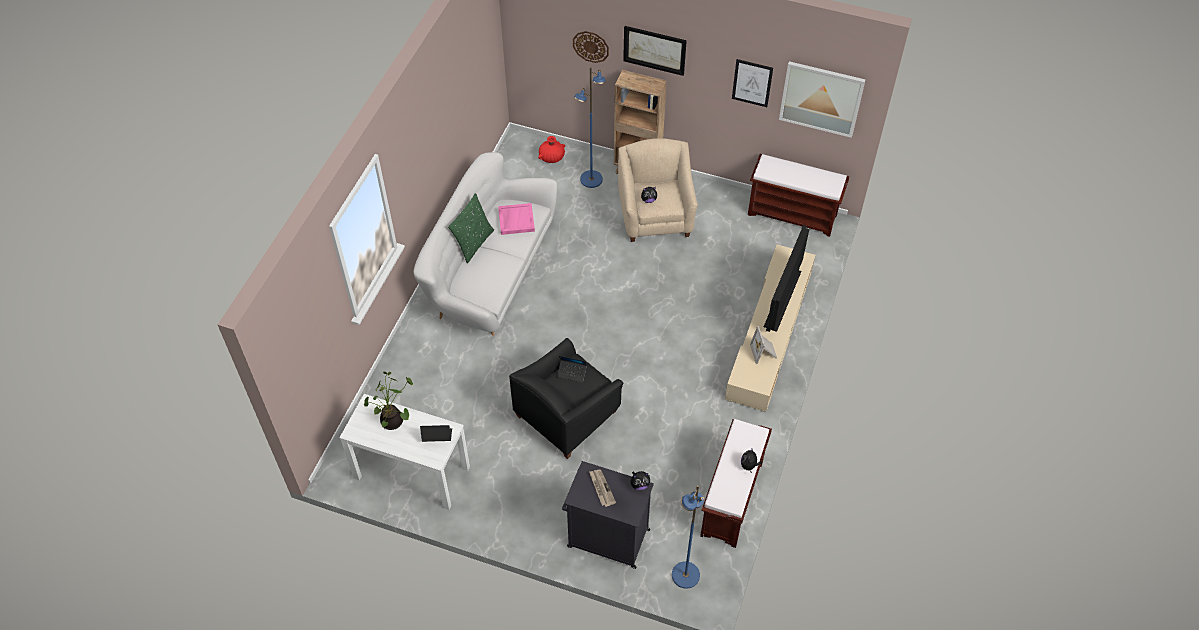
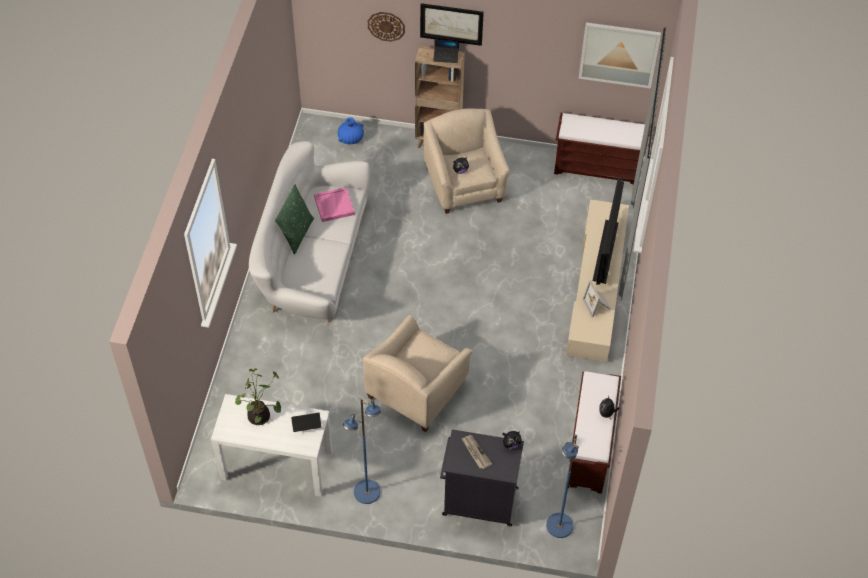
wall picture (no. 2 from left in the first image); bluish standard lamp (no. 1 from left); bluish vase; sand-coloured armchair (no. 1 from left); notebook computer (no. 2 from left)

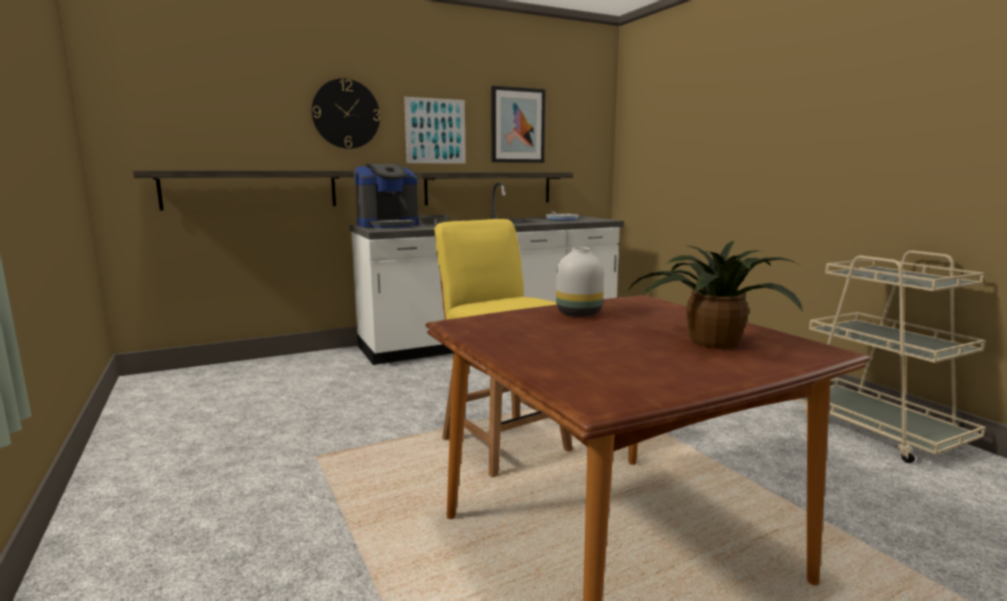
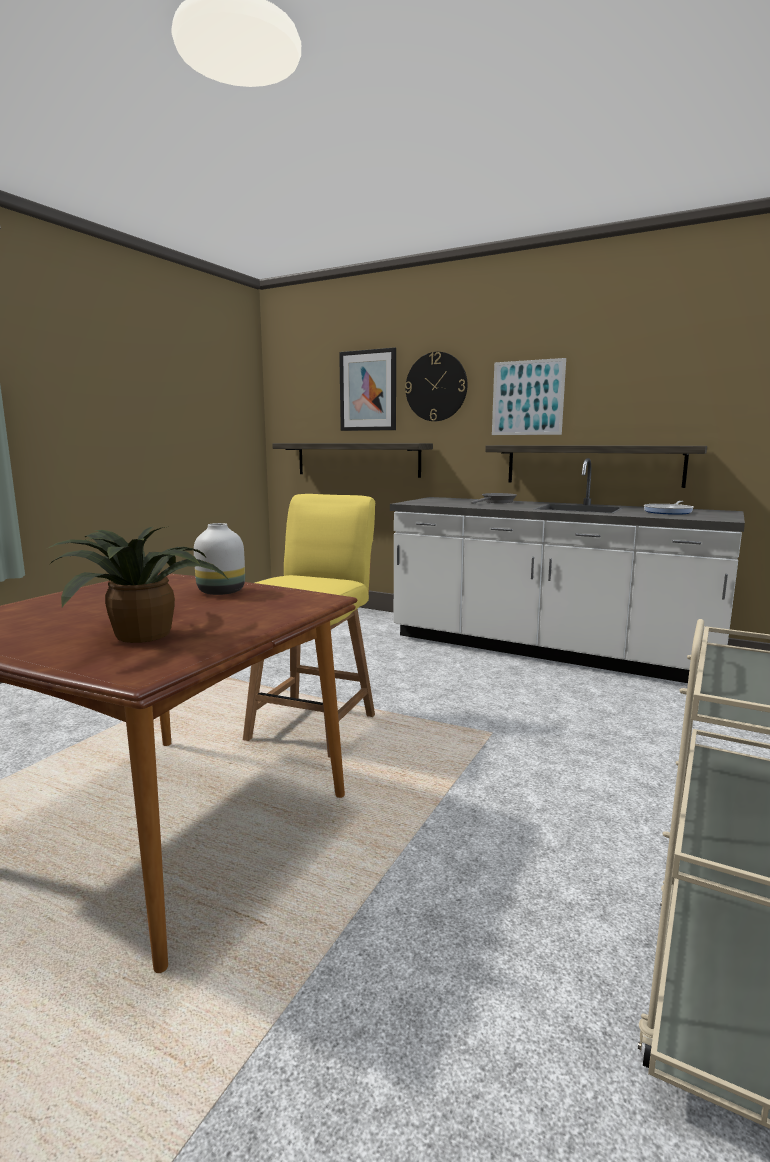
wall picture (no. 1 from left); coffee maker

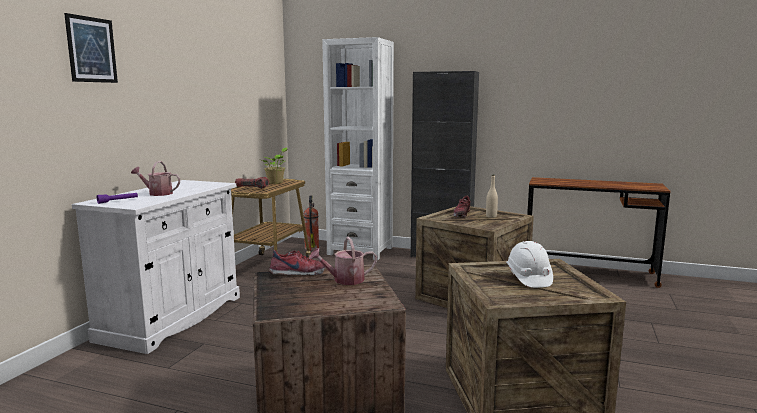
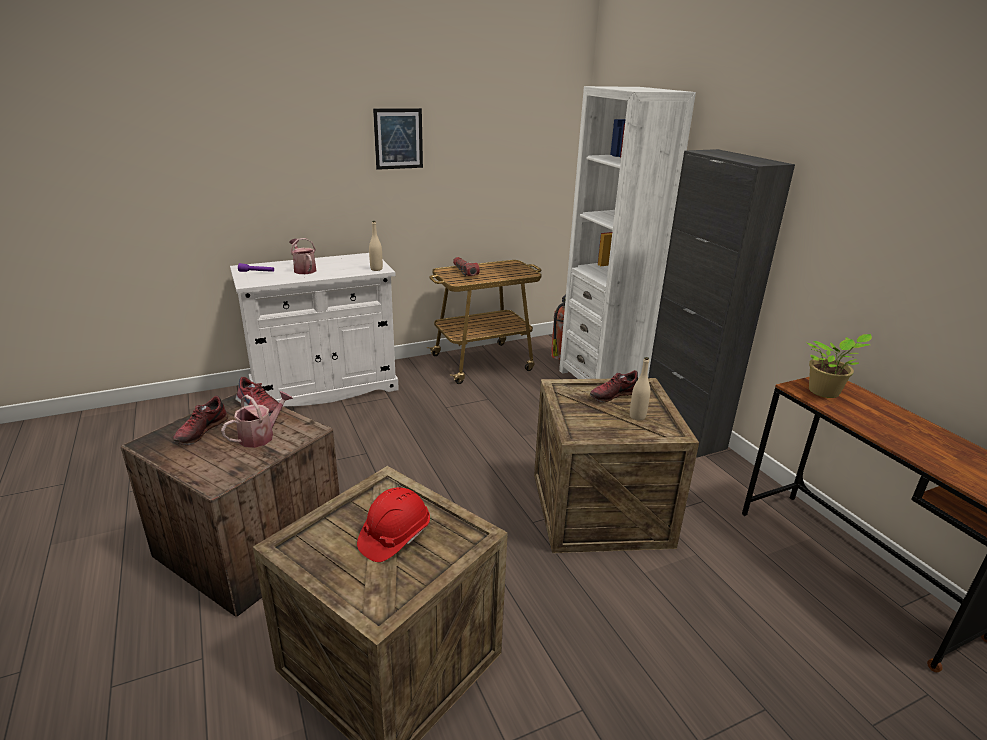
wall picture; potted plant; sprinkling can (no. 1 from left); red safety helmet; sand-coloured drink bottle (no. 1 from left); shoe (no. 1 from left)

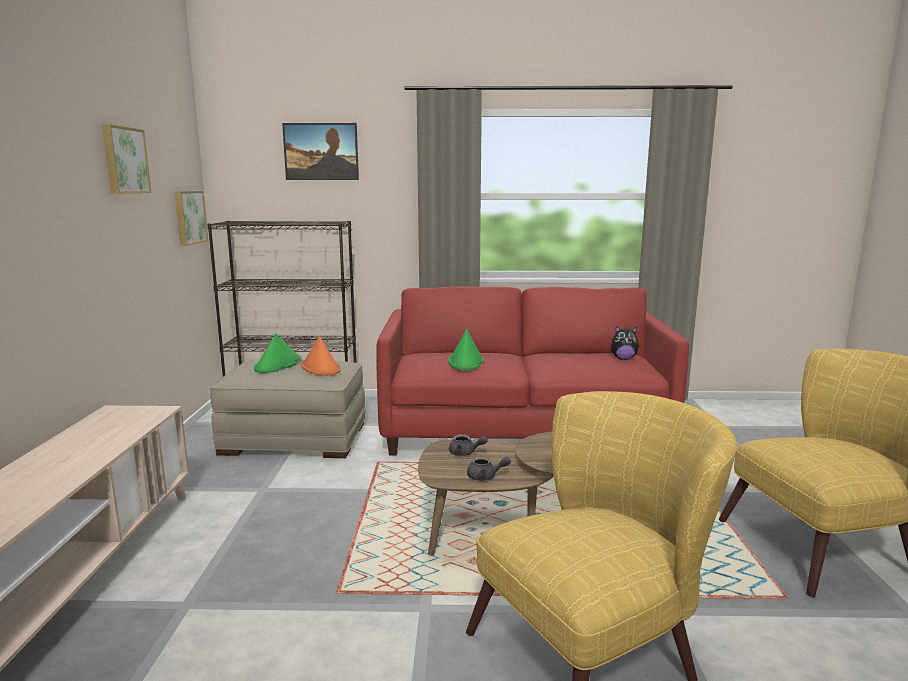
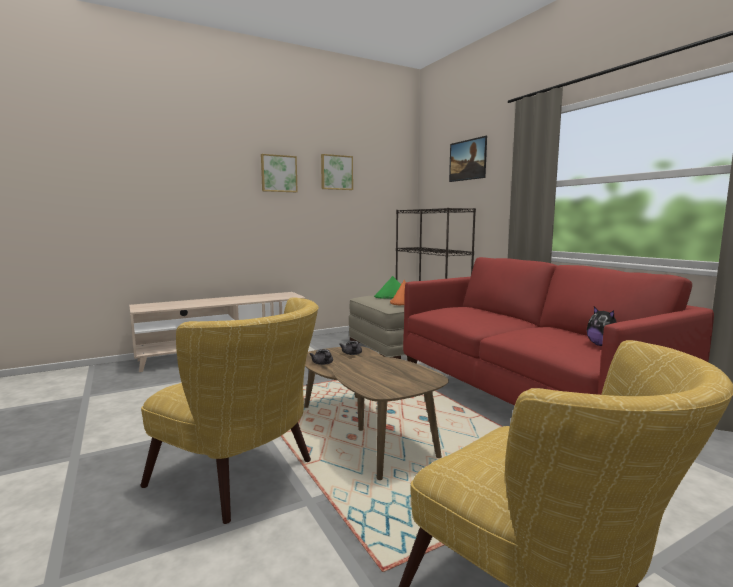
wall picture (no. 1 from left); green-coloured clothing hat (no. 2 from left in the first image)

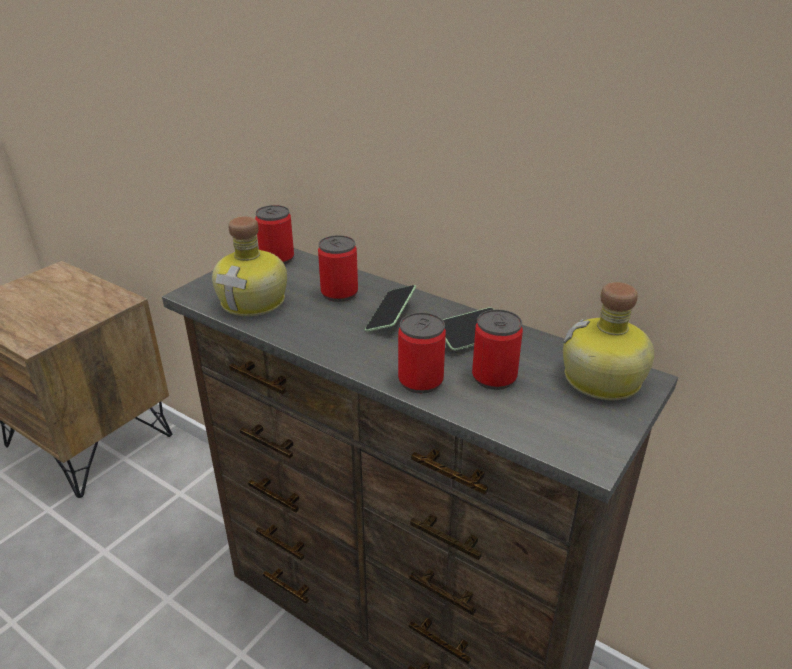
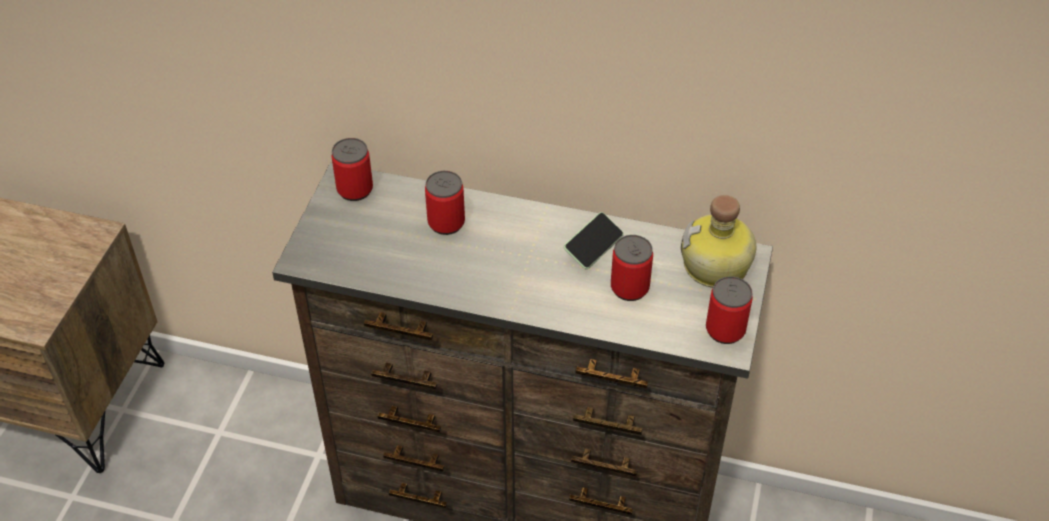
drink bottle (no. 1 from left in the first image); phone (no. 1 from left in the first image); sealed can (no. 4 from left)

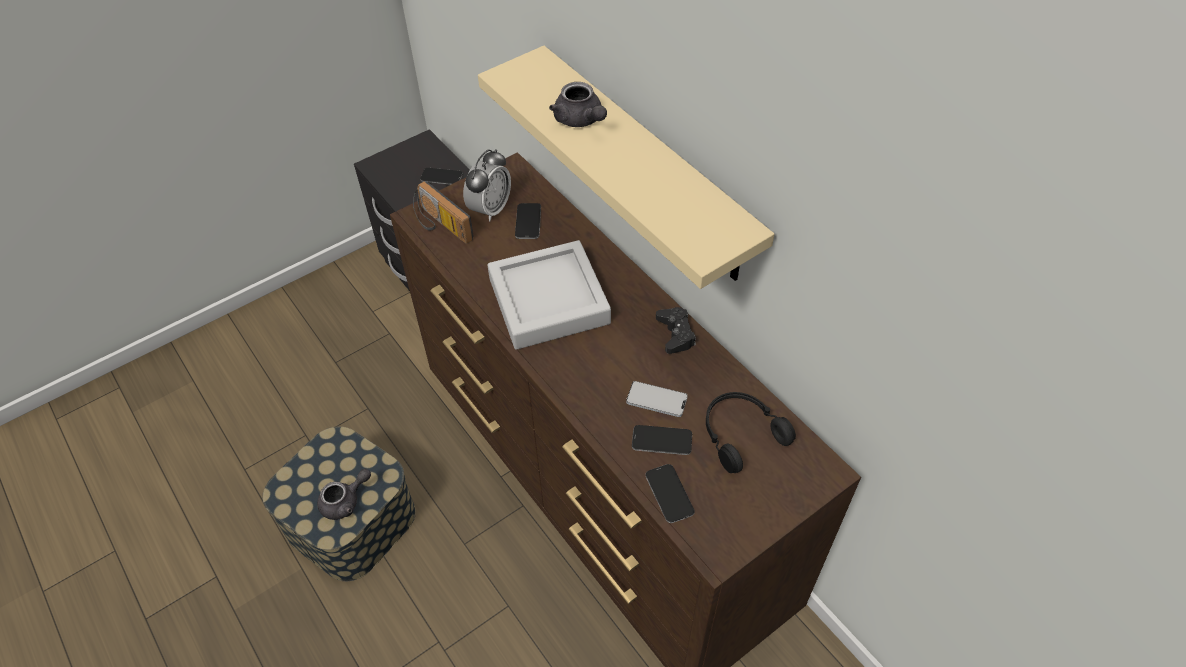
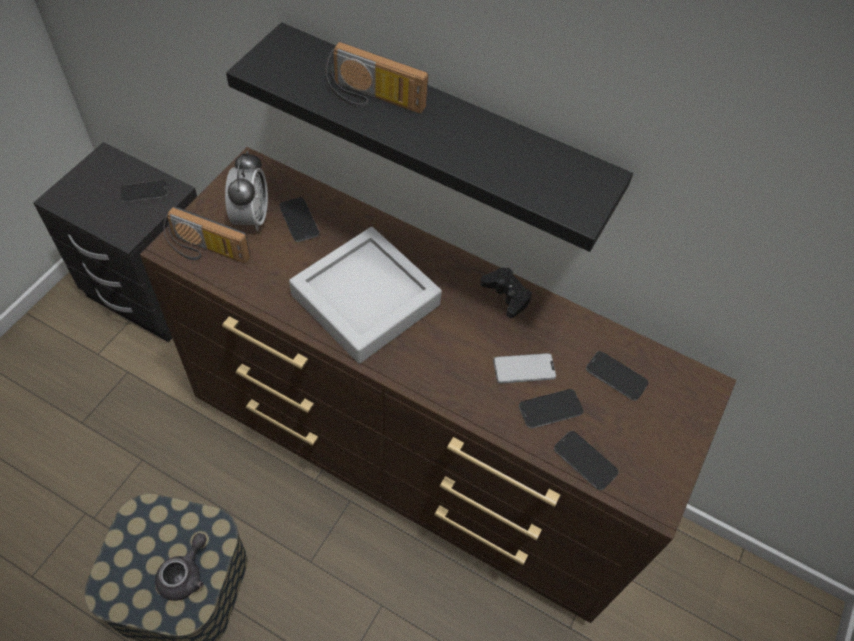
black bracket shelf; radio (no. 2 from left); phone (no. 6 from left)

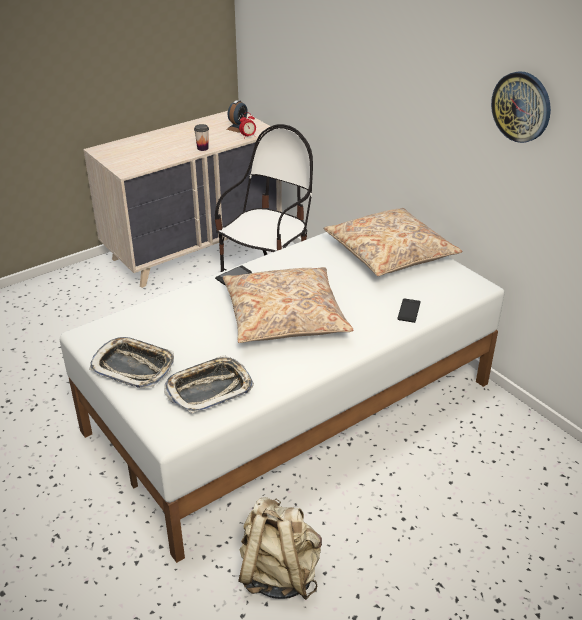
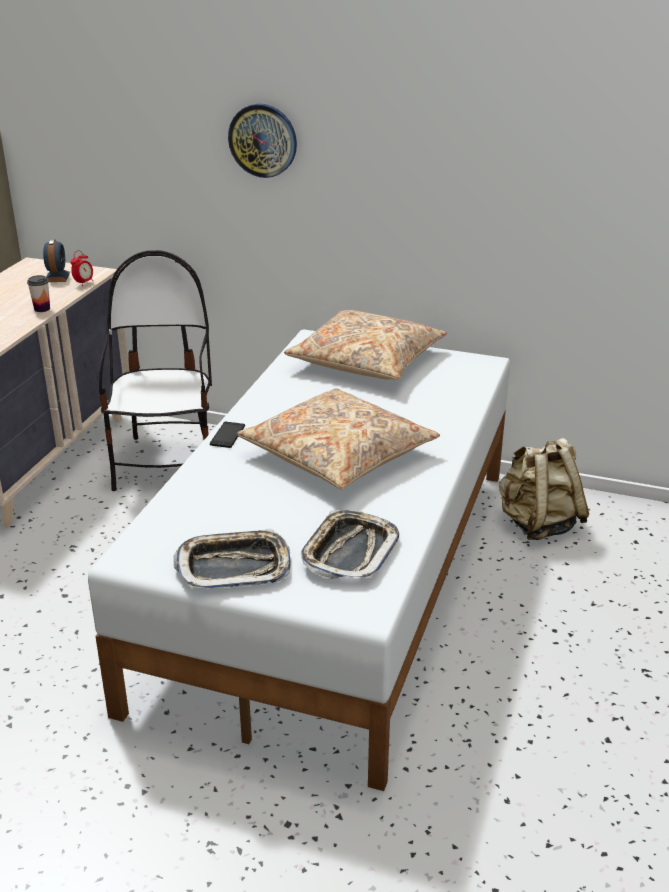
wall clock; phone (no. 2 from left in the first image); sand-coloured backpack

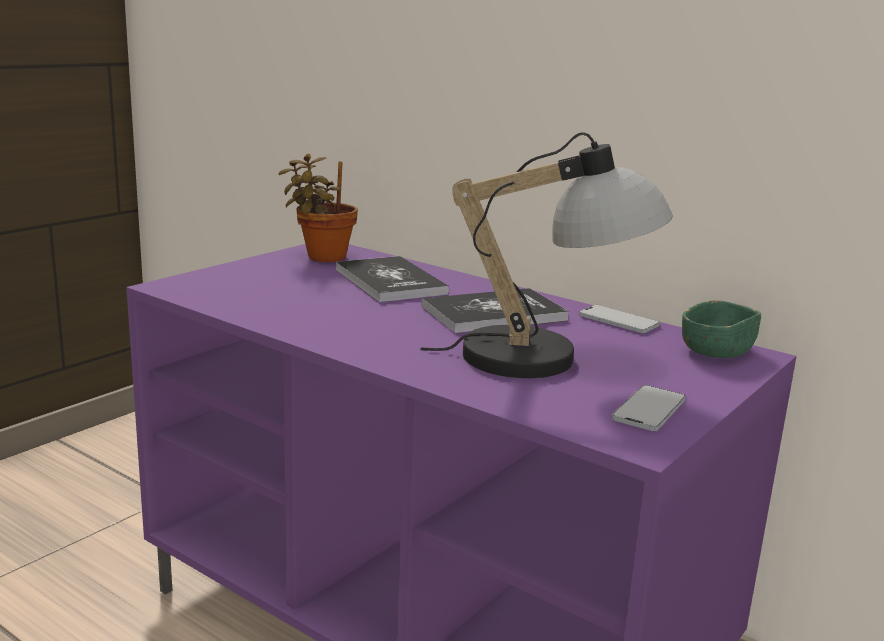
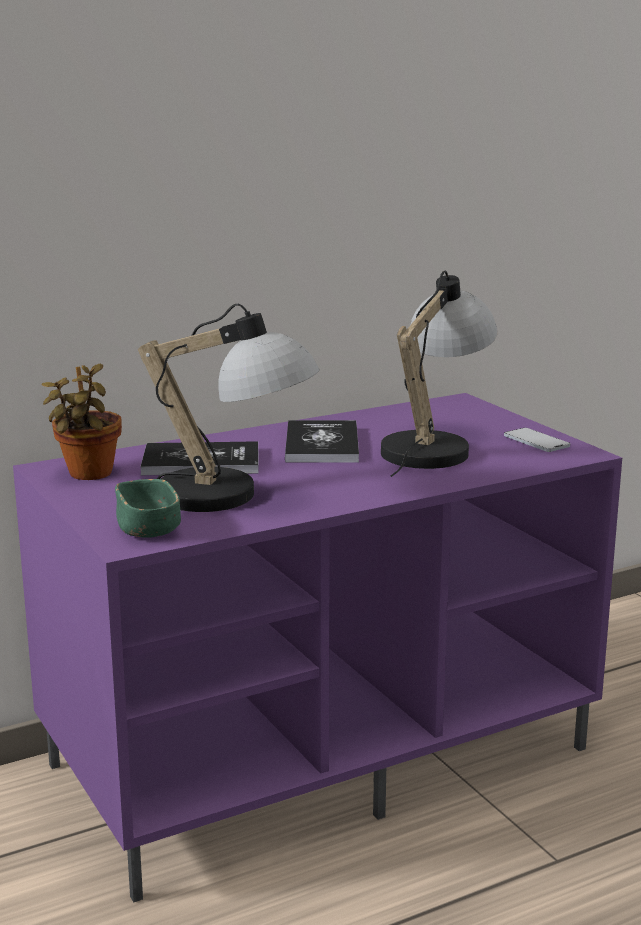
green-coloured serving bowl; phone (no. 1 from left in the first image); tabletop lamp (no. 1 from left)

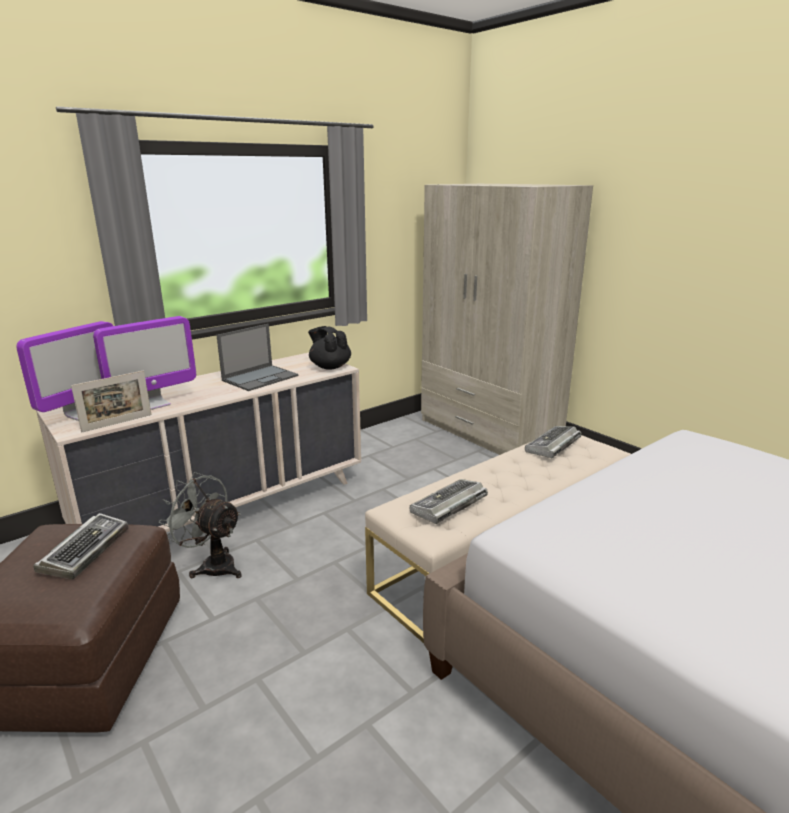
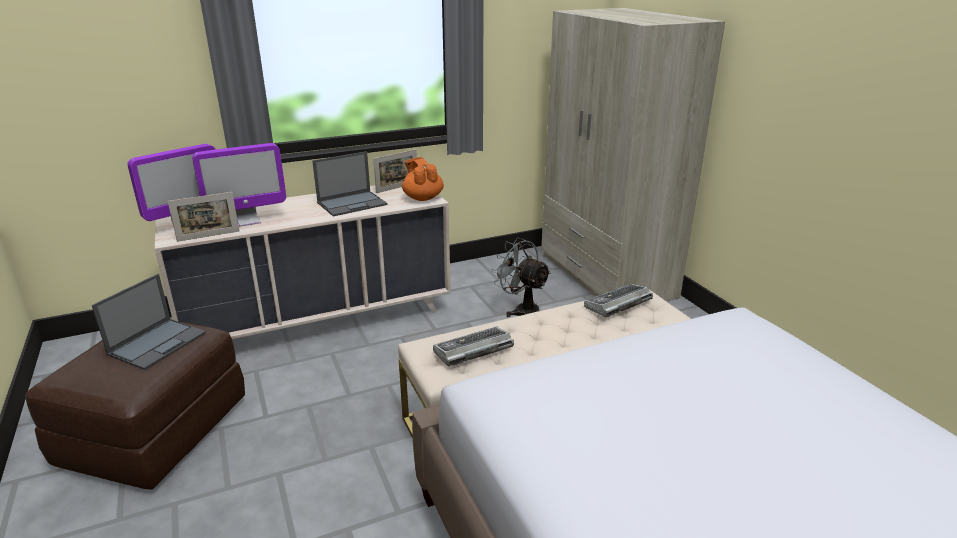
orange-coloured pot for tea; gray fan; notebook computer (no. 1 from left); photo frame (no. 2 from left)

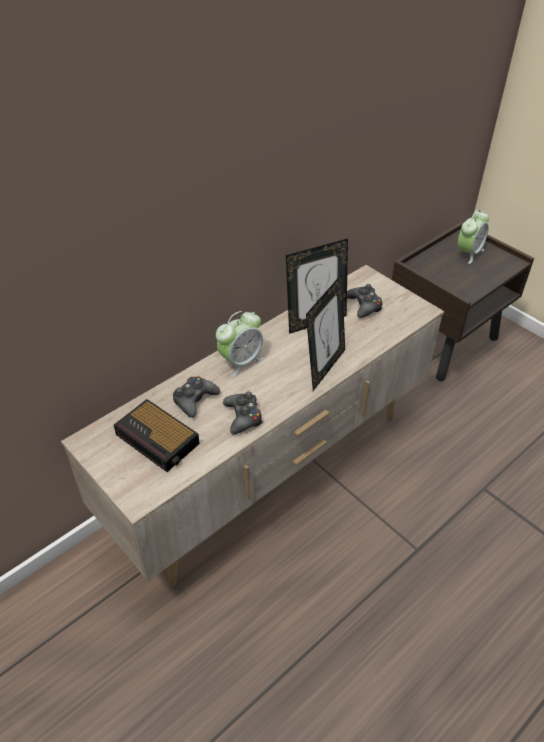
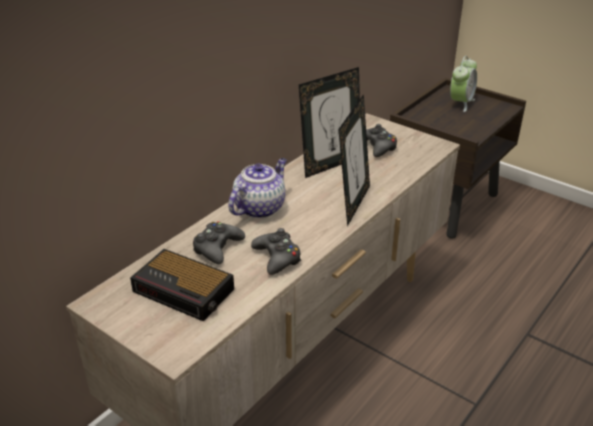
pot for tea

